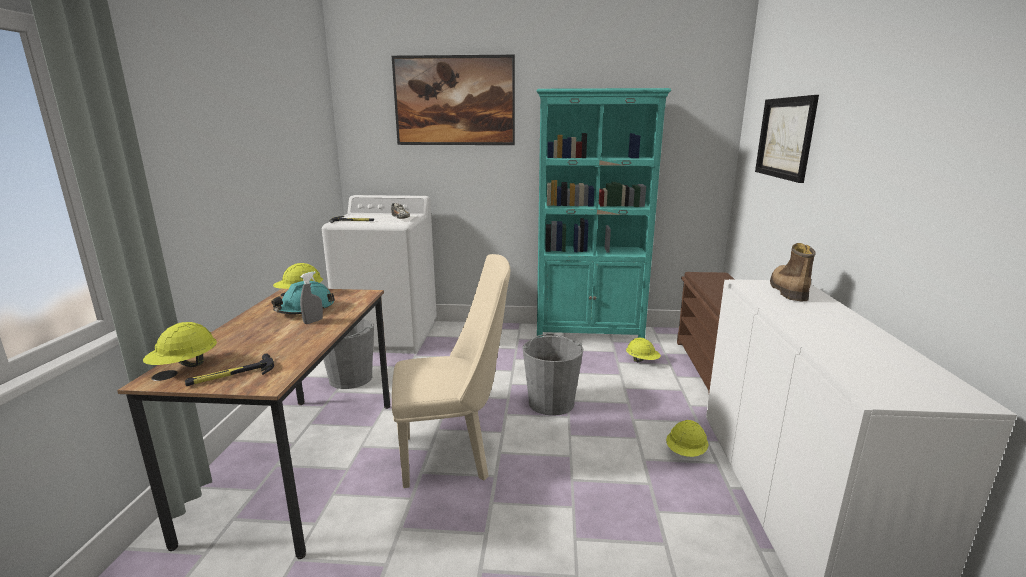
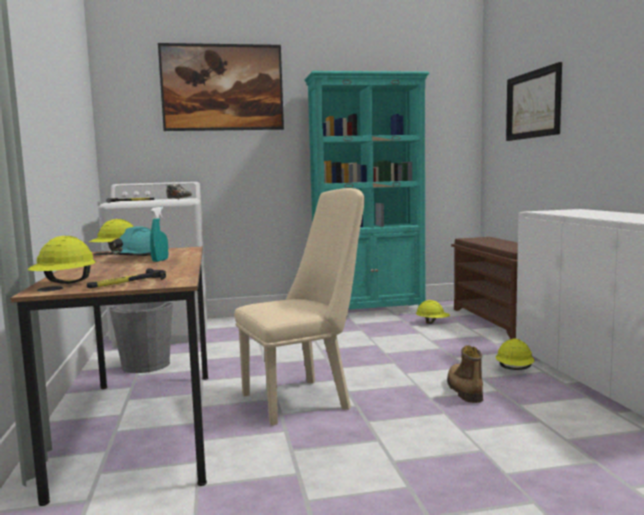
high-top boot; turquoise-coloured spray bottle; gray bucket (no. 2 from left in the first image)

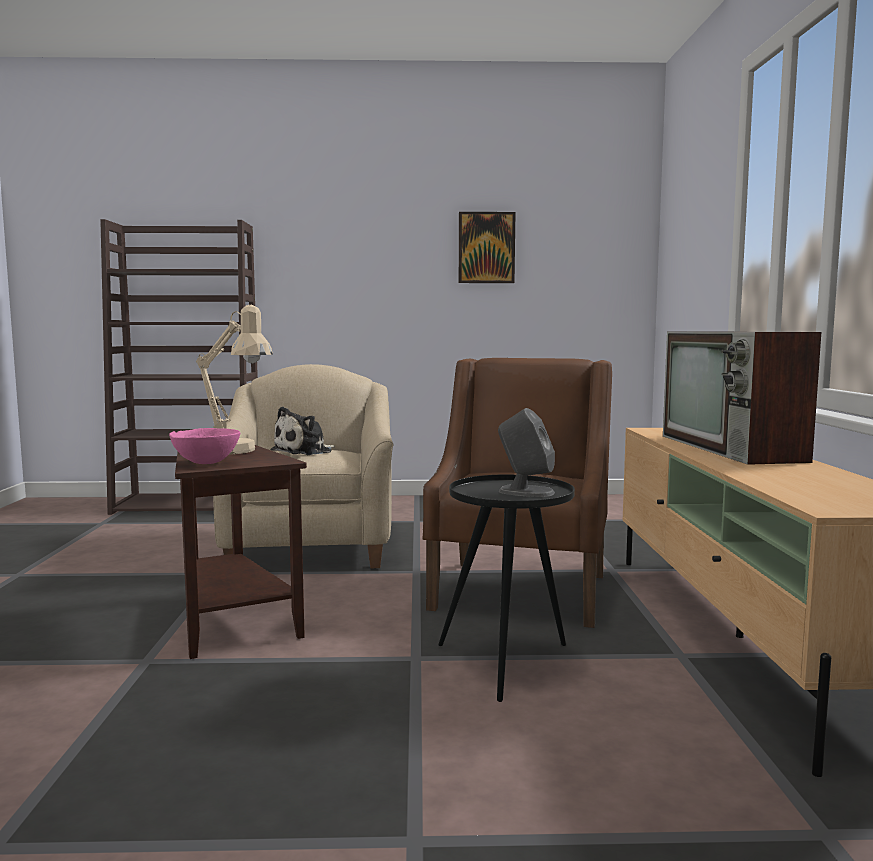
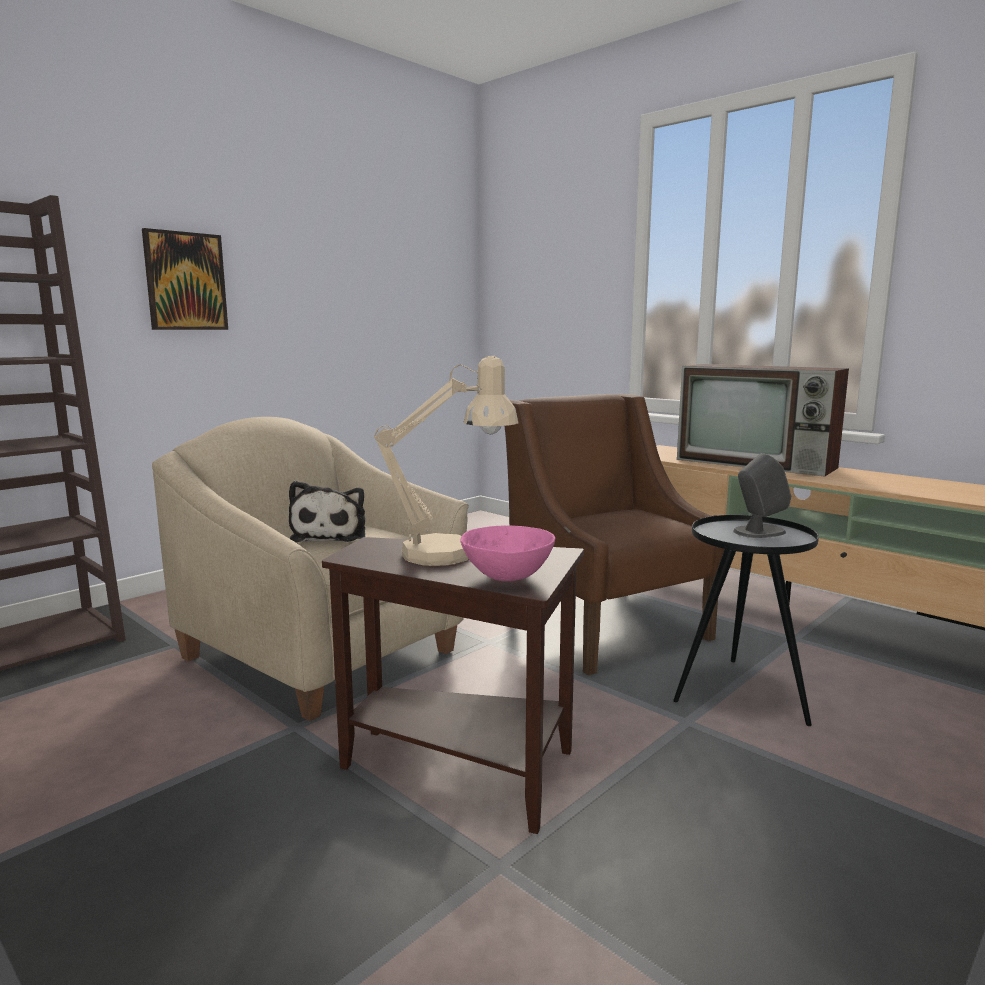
wall picture

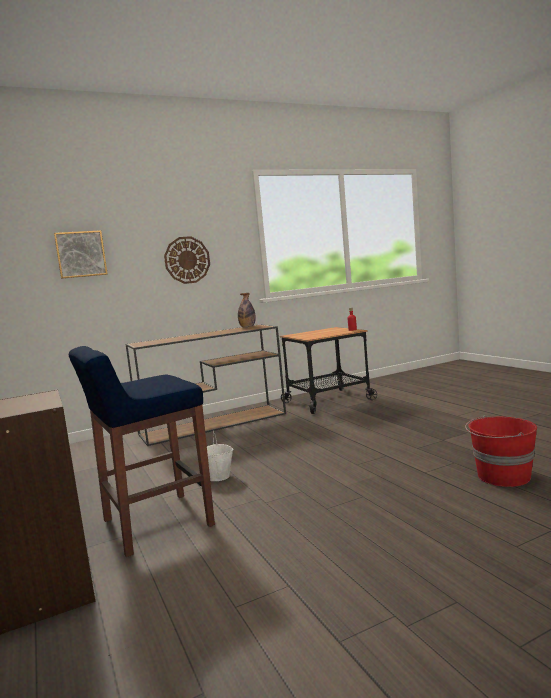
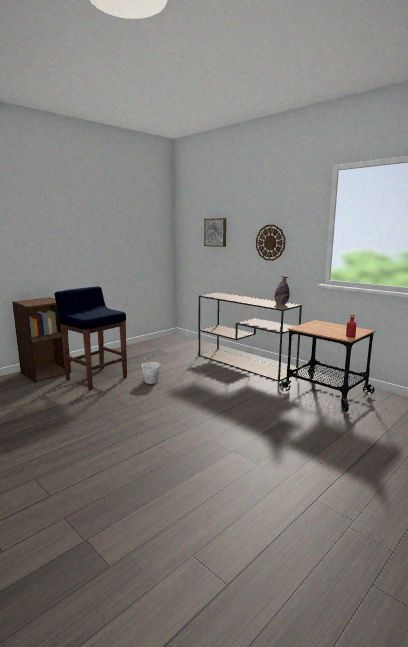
red bucket

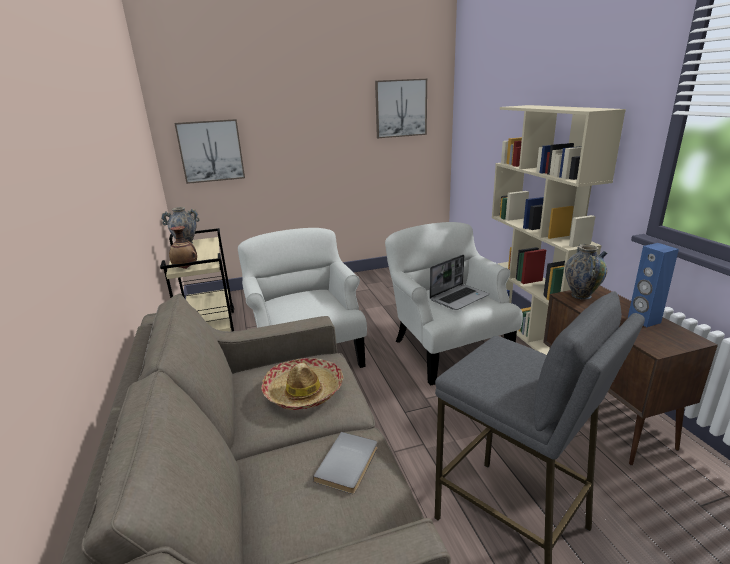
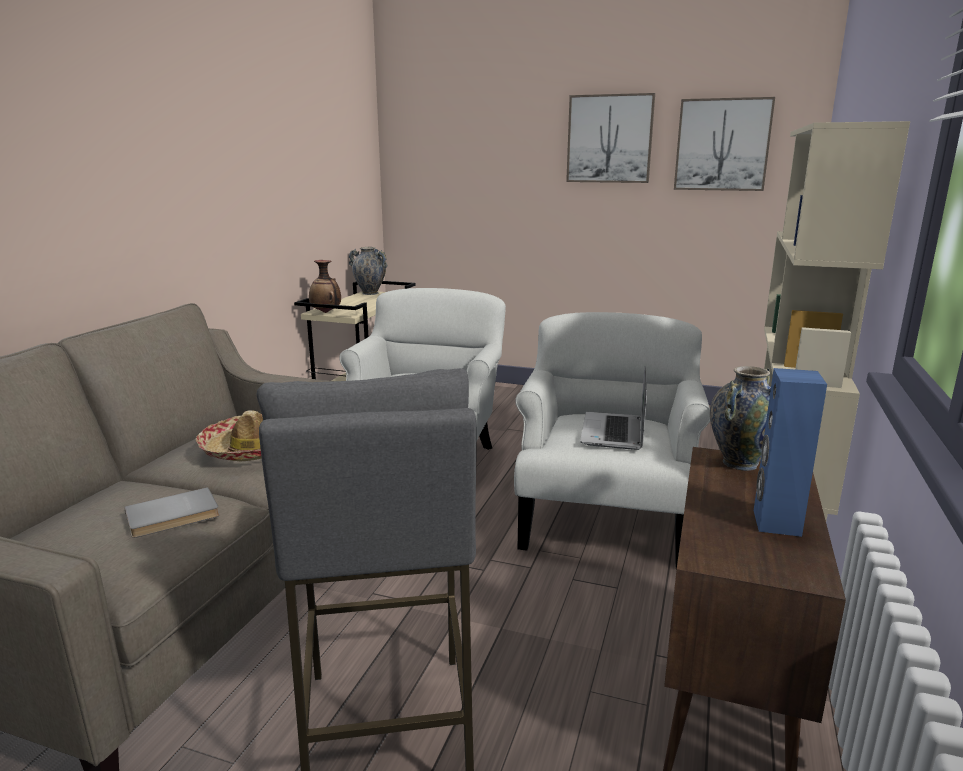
wall picture (no. 1 from left); notebook computer

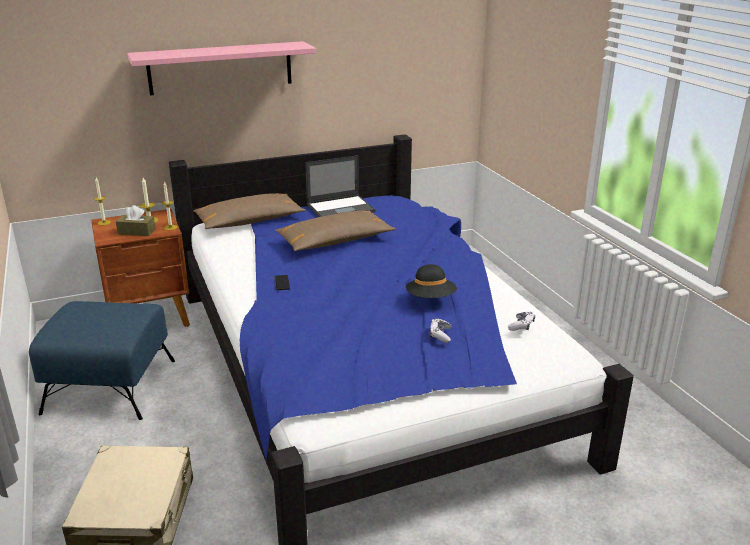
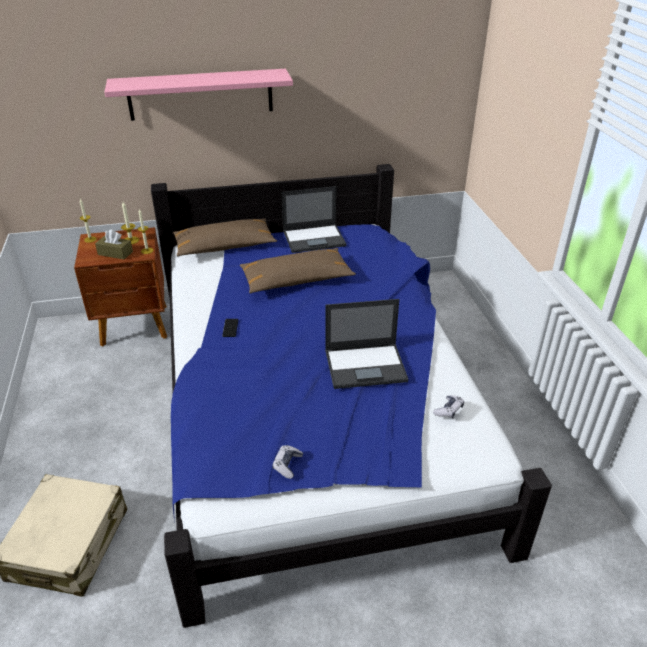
notebook computer (no. 2 from left); bluish footrest; gamepad (no. 1 from left)

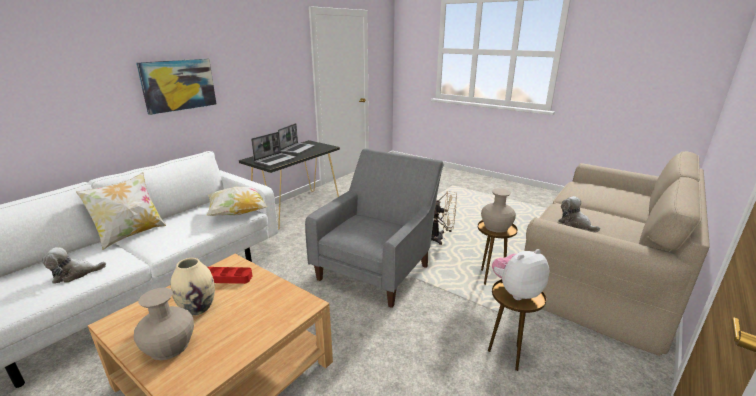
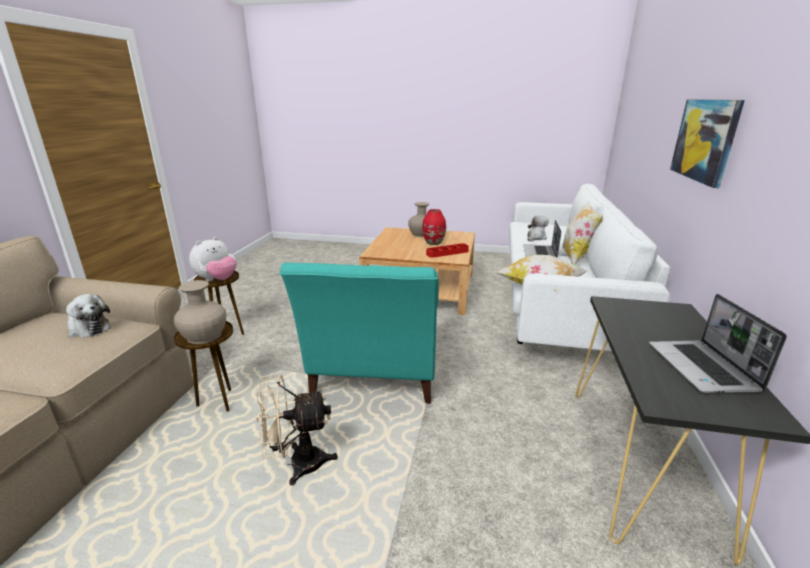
notebook computer (no. 1 from left); turquoise-coloured armchair; red vase

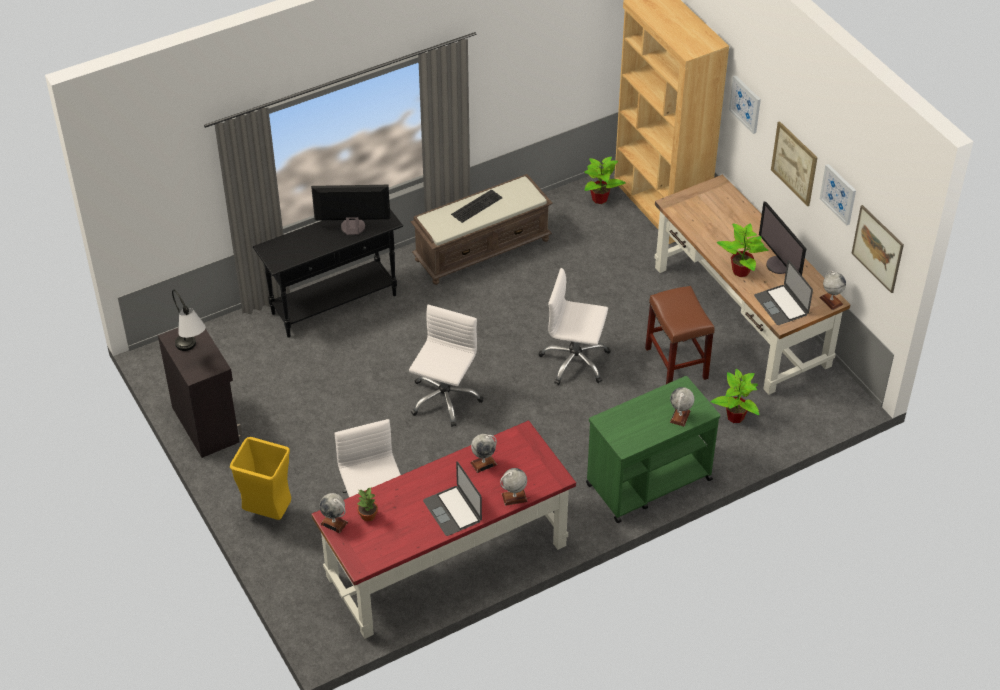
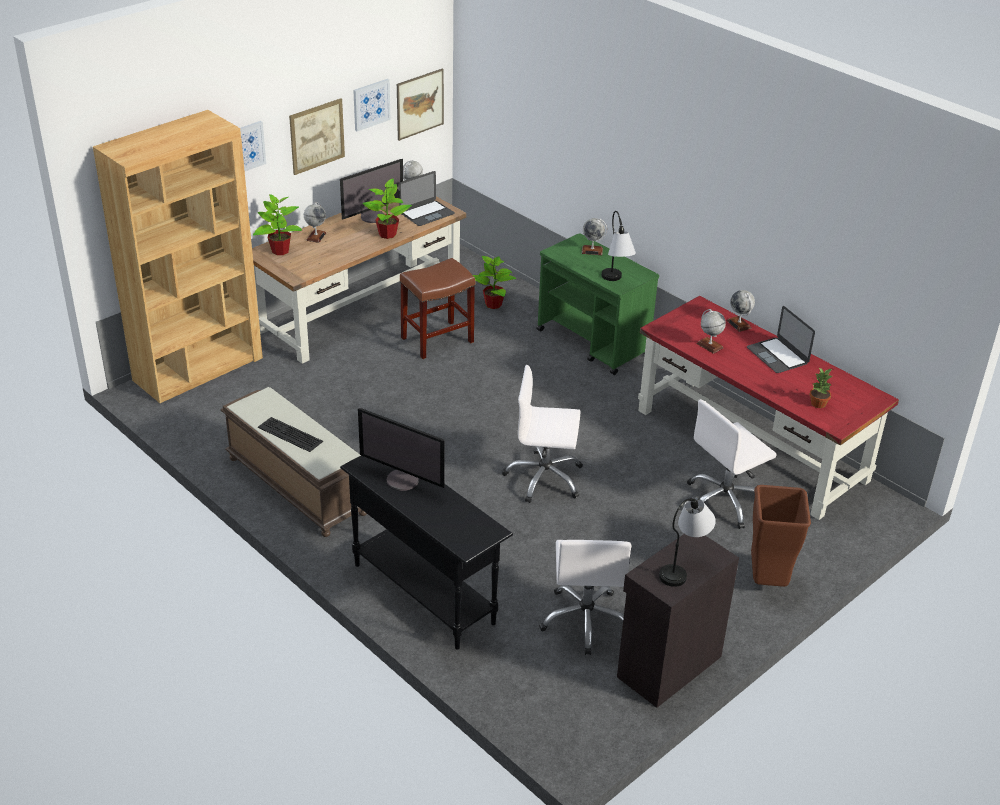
potted plant (no. 1 from left); monitor (no. 2 from left); whitish computer chair (no. 2 from left); brown-coloured trash can; notebook computer (no. 2 from left); world globe (no. 1 from left); tabletop lamp (no. 1 from left)

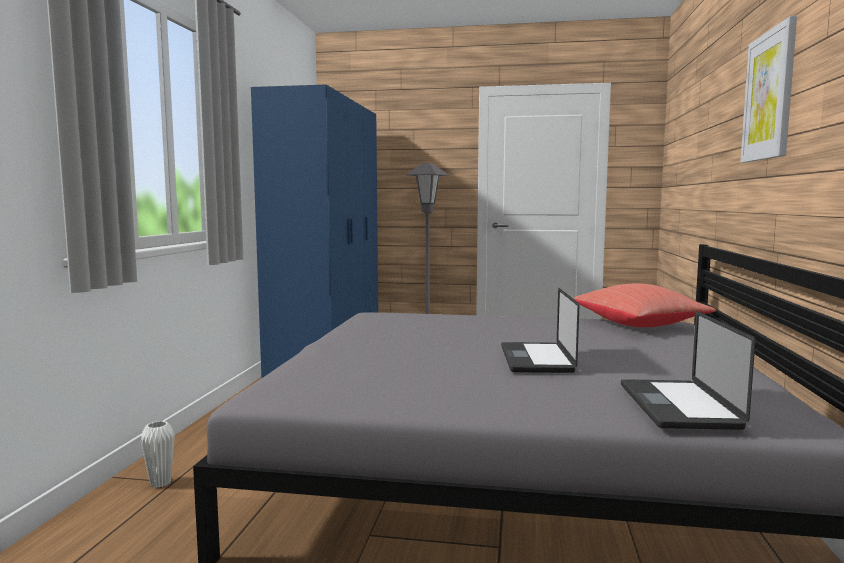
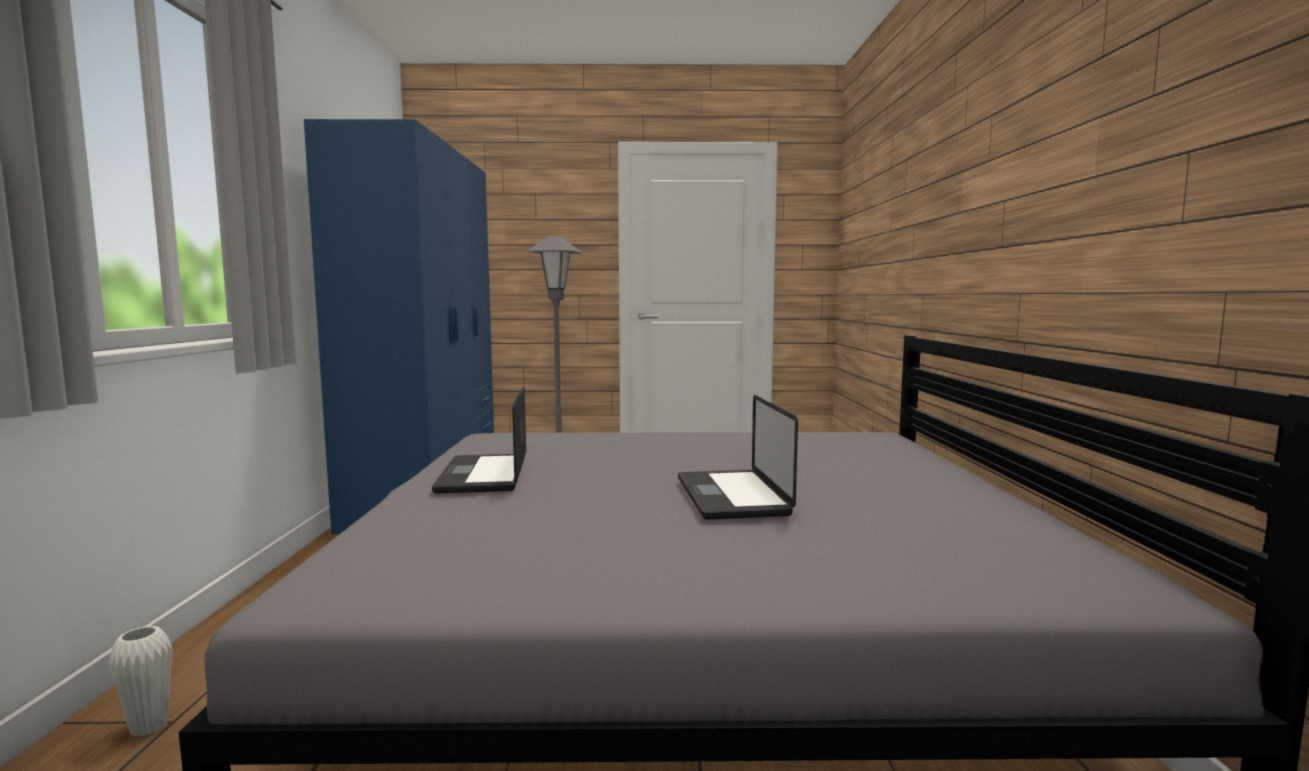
wall picture; red cushion; notebook computer (no. 1 from left)

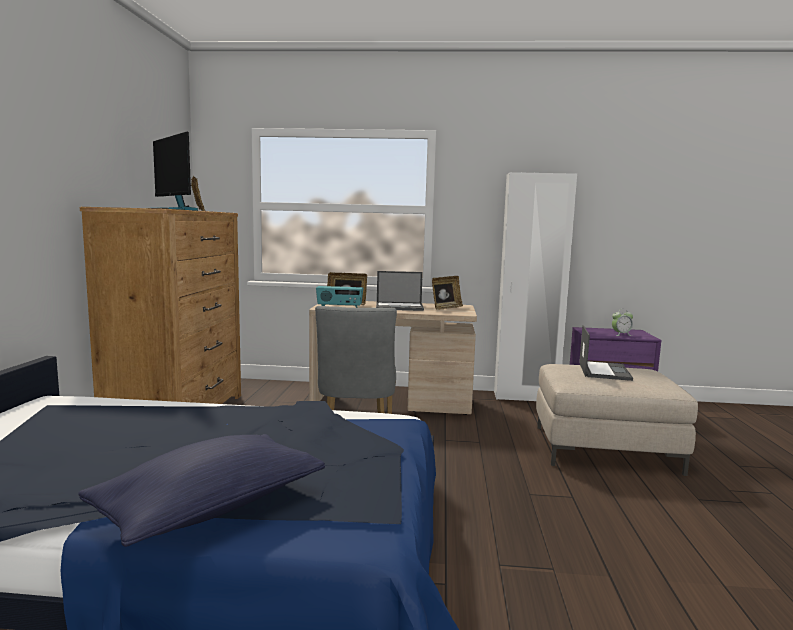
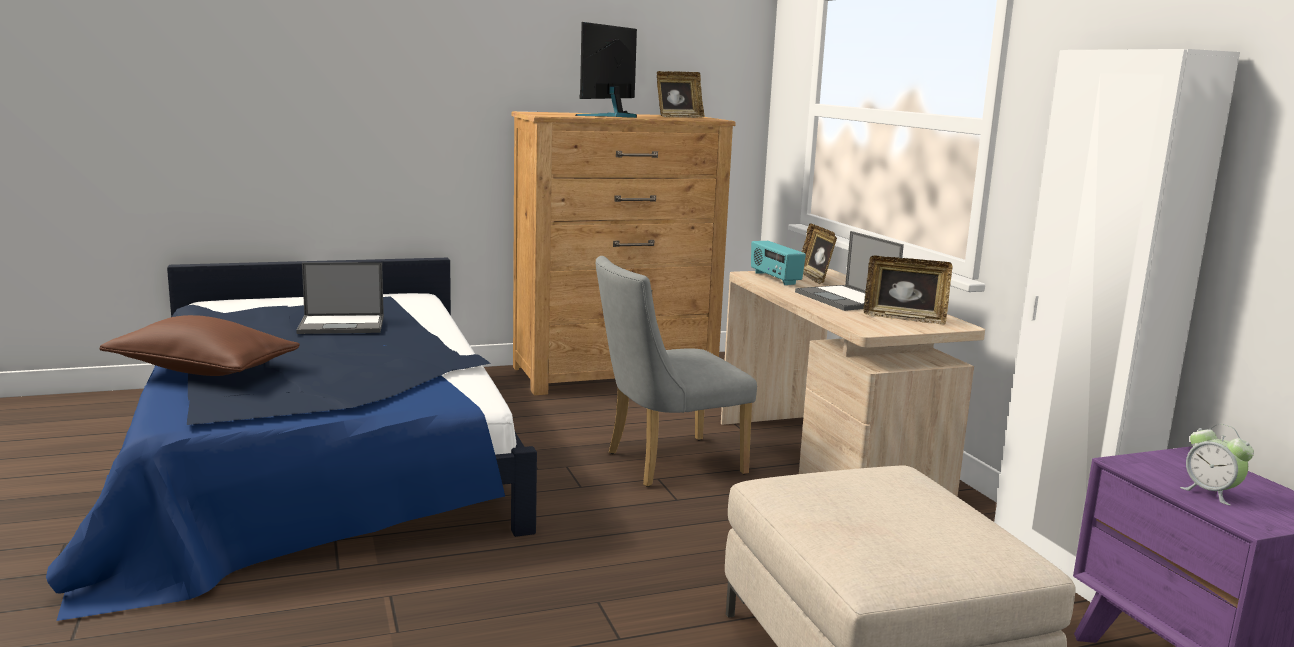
notebook computer (no. 1 from left); brown-coloured cushion

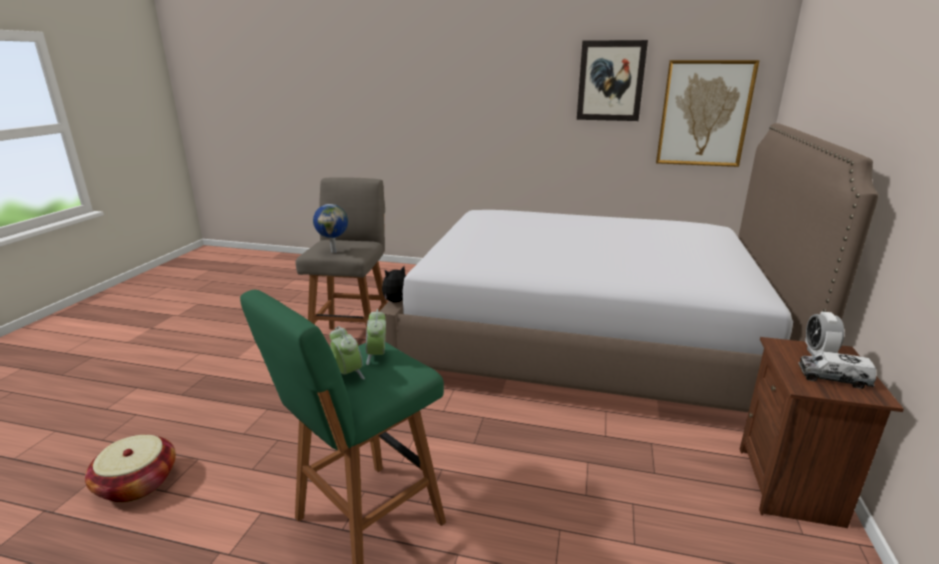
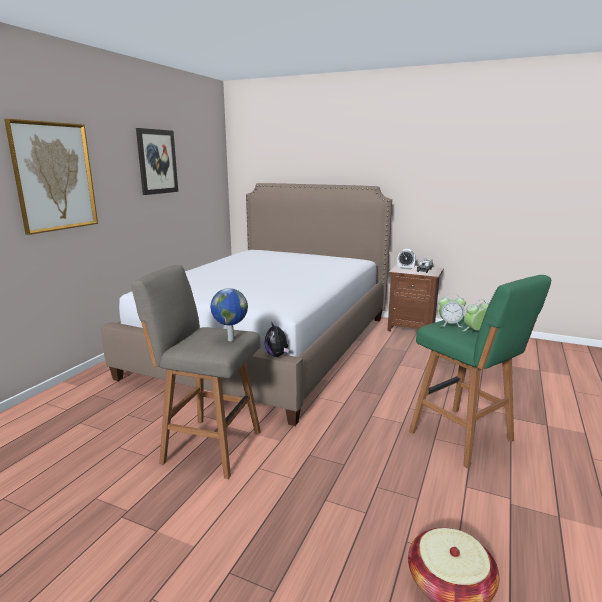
wall picture (no. 1 from left)

